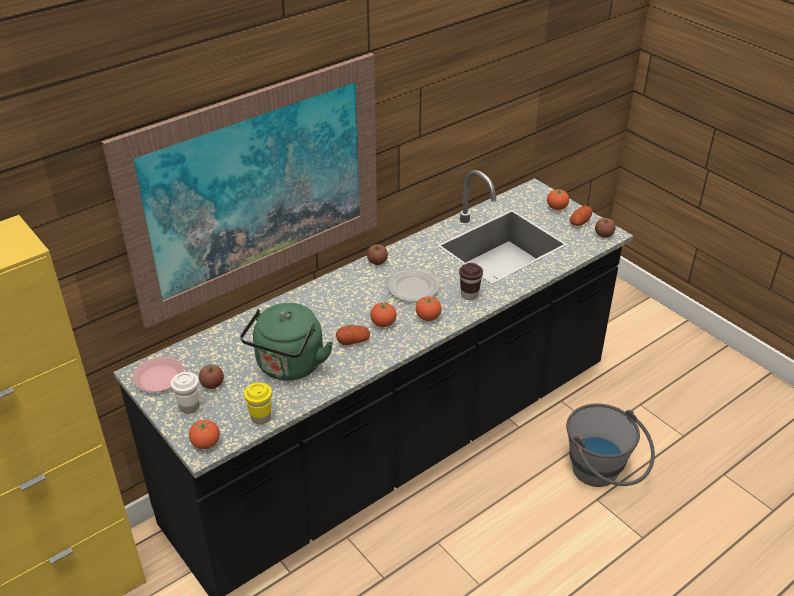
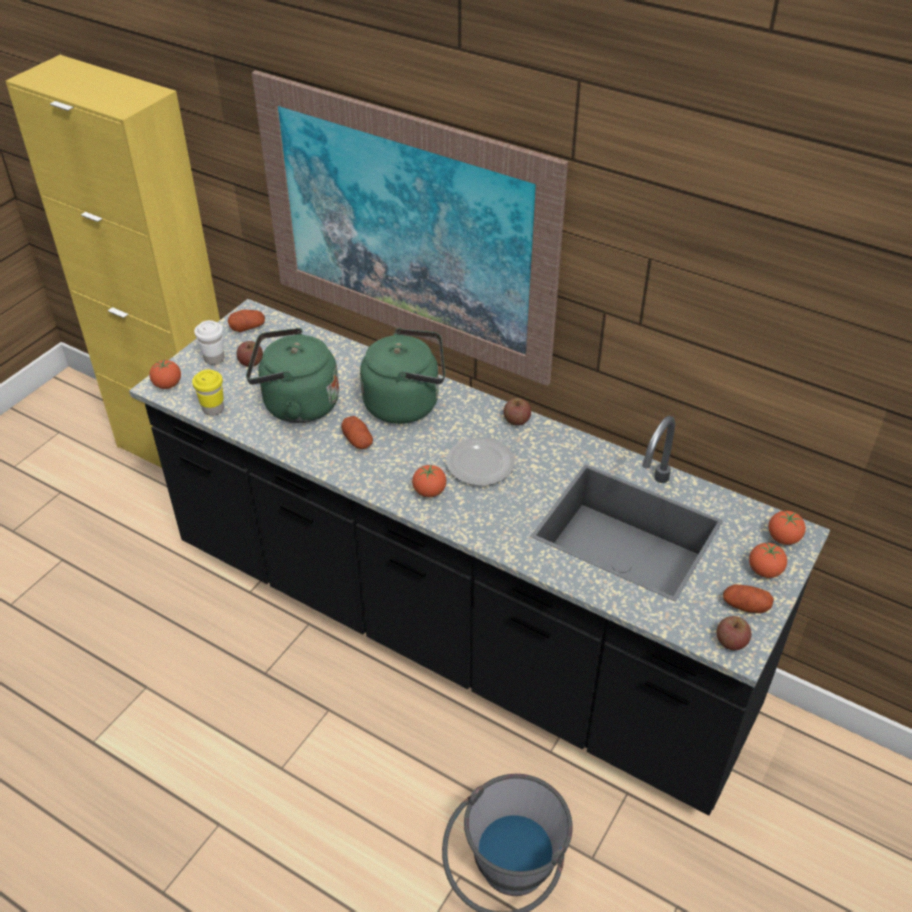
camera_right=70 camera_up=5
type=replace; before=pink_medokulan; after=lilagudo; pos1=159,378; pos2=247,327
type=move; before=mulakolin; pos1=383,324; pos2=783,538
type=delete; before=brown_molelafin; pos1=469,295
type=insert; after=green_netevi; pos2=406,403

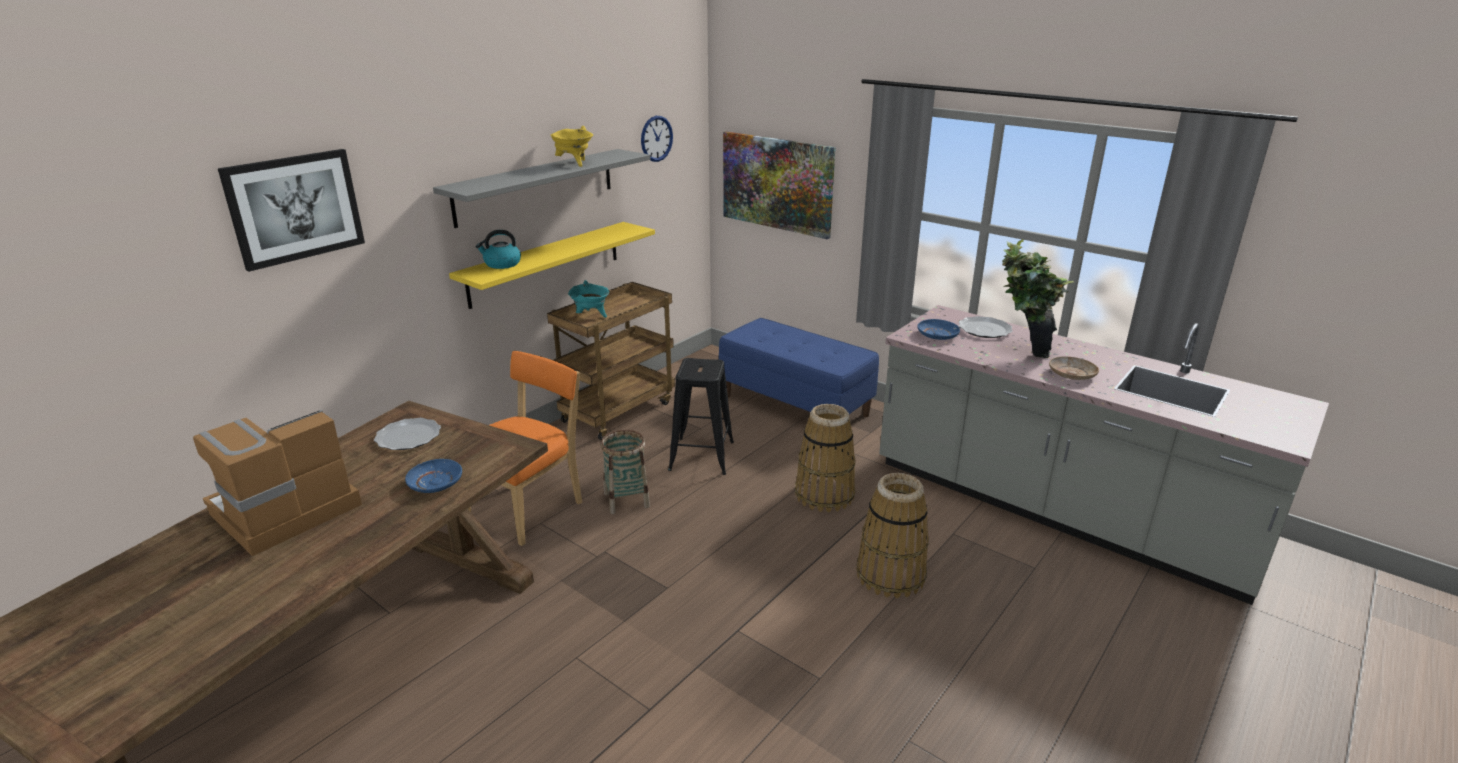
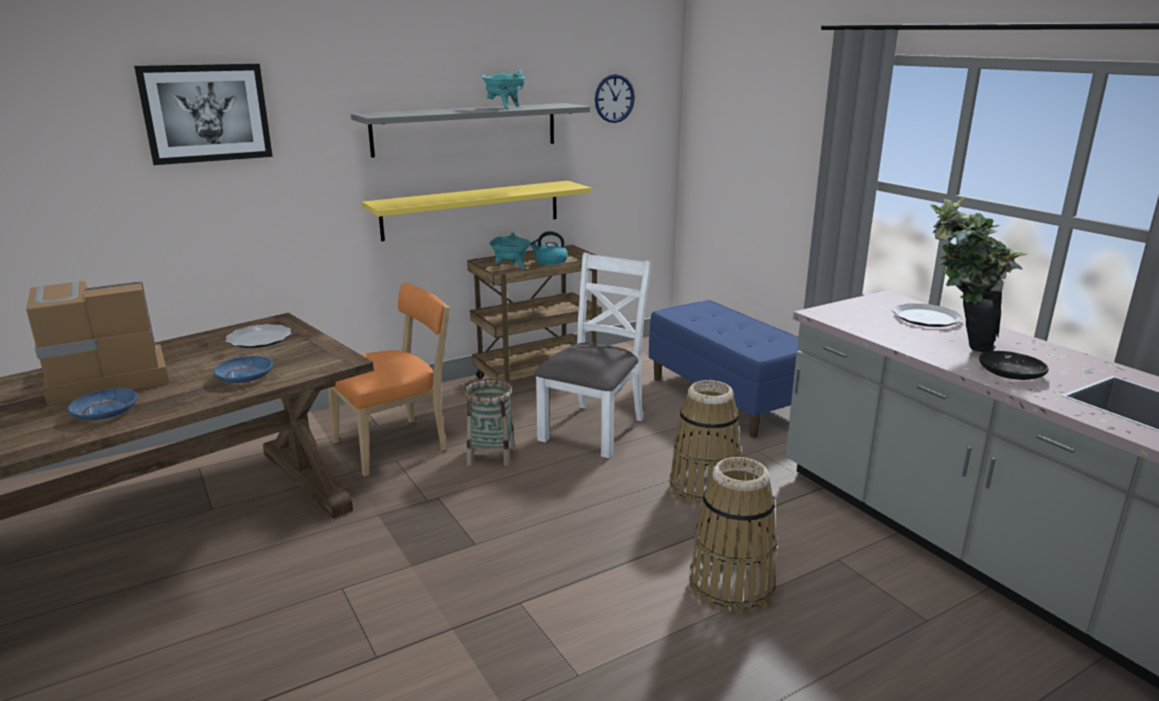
camera_right=20 camera_up=-5
type=move; before=netevi; pos1=502,264; pos2=550,262
type=recolor; before=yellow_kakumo; after=turquoise_kakumo; pos1=574,164; pos2=504,108
type=replace; before=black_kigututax; after=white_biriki; pos1=701,456; pos2=594,429
type=delete; before=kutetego; pos1=777,183
type=move; before=blue_medokulan; pos1=937,335; pos2=105,412
type=recolor; before=beige_medokulan; after=black_medokulan; pos1=1071,374; pos2=1010,373

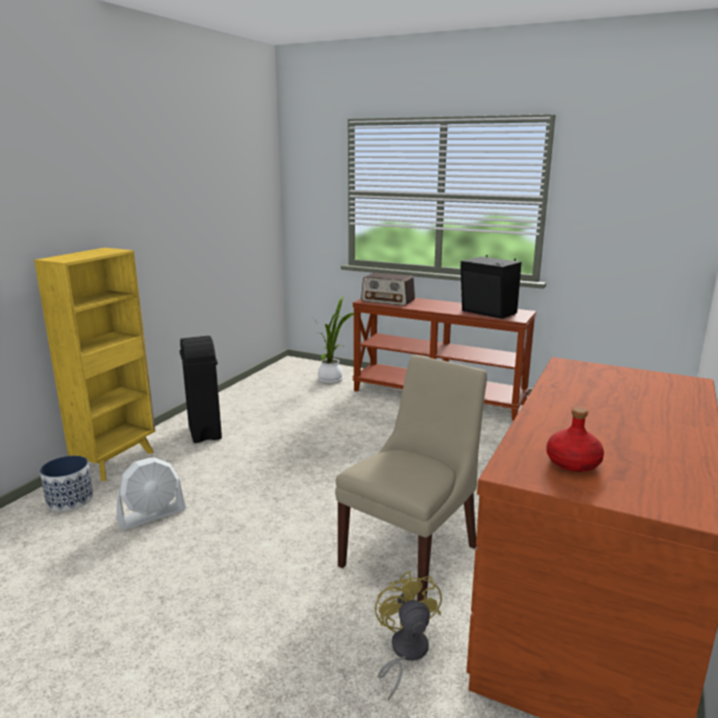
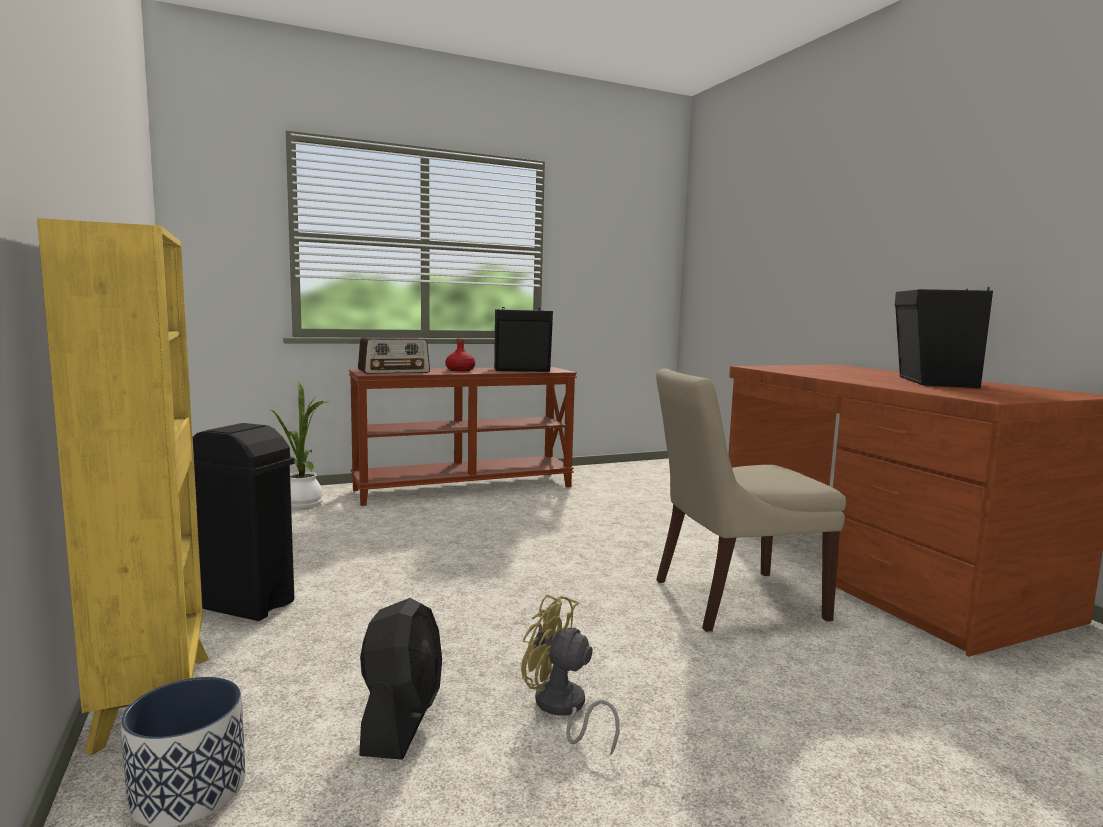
camera_right=-50 camera_up=-10
type=recolor; before=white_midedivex; after=black_midedivex; pos1=152,515; pos2=402,720
type=rotate; before=beige_biriki; pos1=412,553; pos2=732,600; turn=-90
type=move; before=yellow_midedivex; pos1=404,653; pos2=562,709
type=move; before=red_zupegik; pos1=572,462; pos2=460,370
type=insert; after=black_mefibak; pos2=932,382

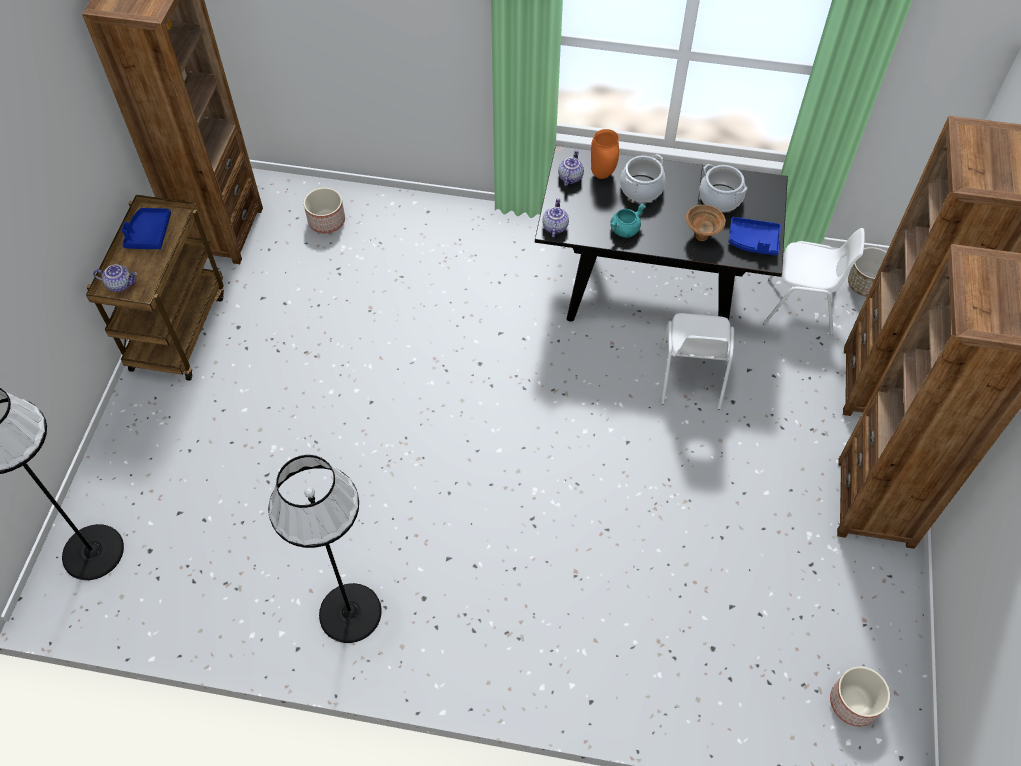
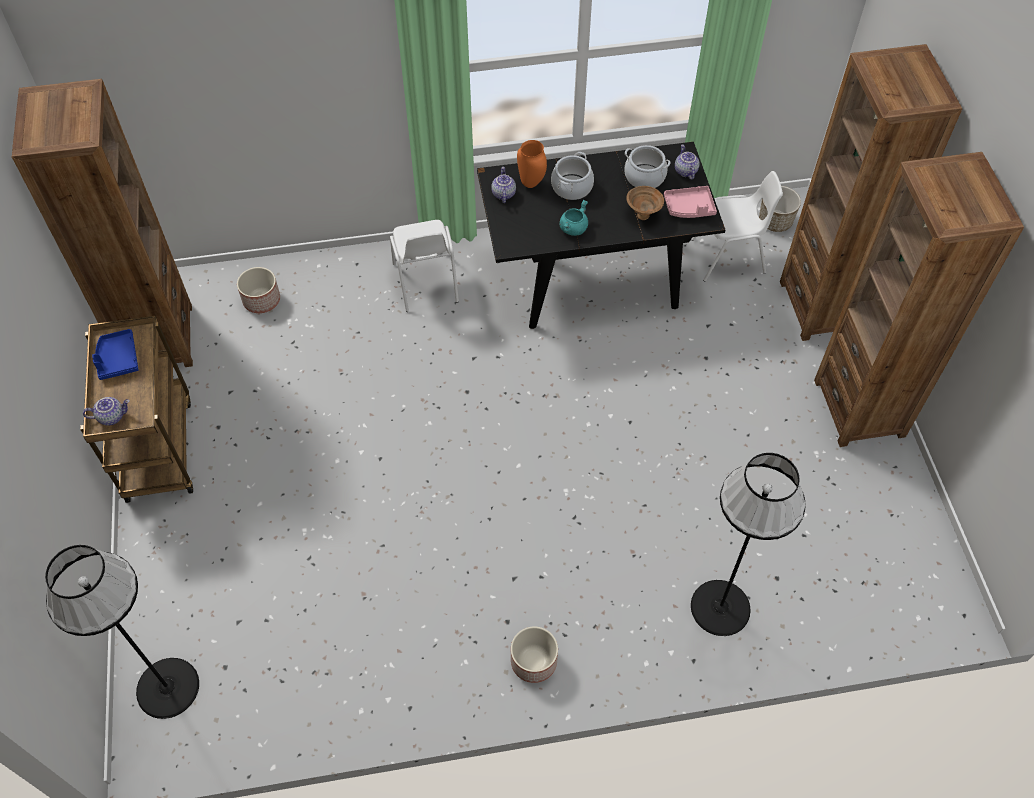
camera_right=-20 camera_up=0
type=move; before=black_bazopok; pos1=349,612; pos2=720,607
type=move; before=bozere; pos1=554,227; pos2=685,171
type=move; before=white_biriki; pos1=690,378; pos2=426,283
type=recolor; before=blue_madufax; after=pink_madufax; pos1=753,241; pos2=689,208
type=move; before=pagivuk; pos1=854,703; pos2=534,662

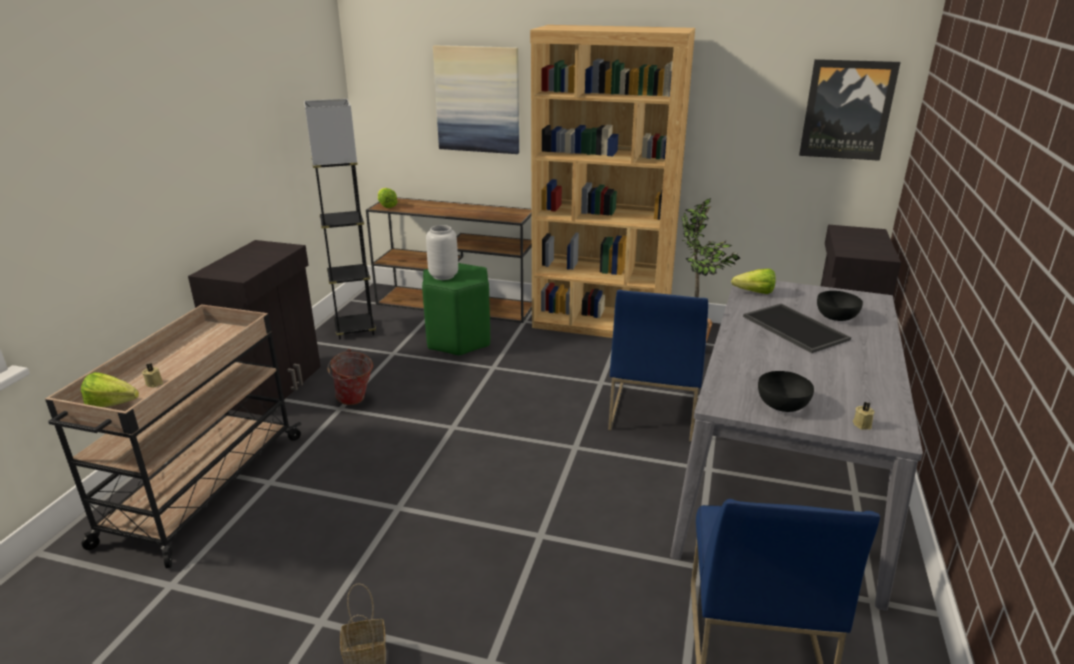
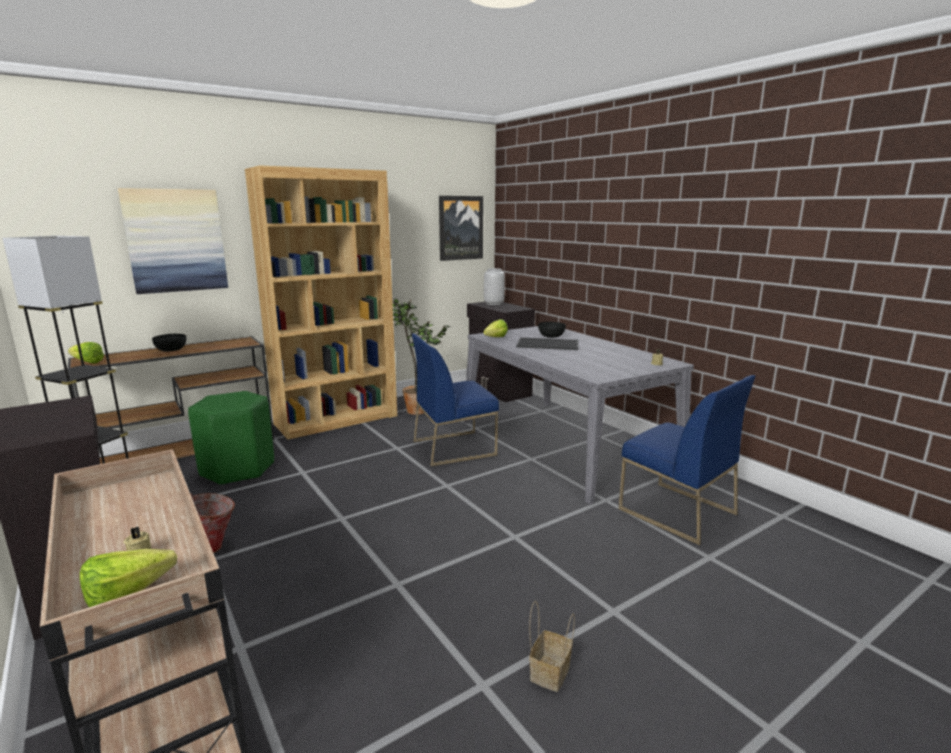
camera_right=-50 camera_up=-10
type=move; before=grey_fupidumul; pos1=443,276; pos2=493,304
type=rotate; before=blue_biriki; pos1=653,411; pos2=454,447; turn=105
type=move; before=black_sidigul; pos1=781,404; pos2=170,350

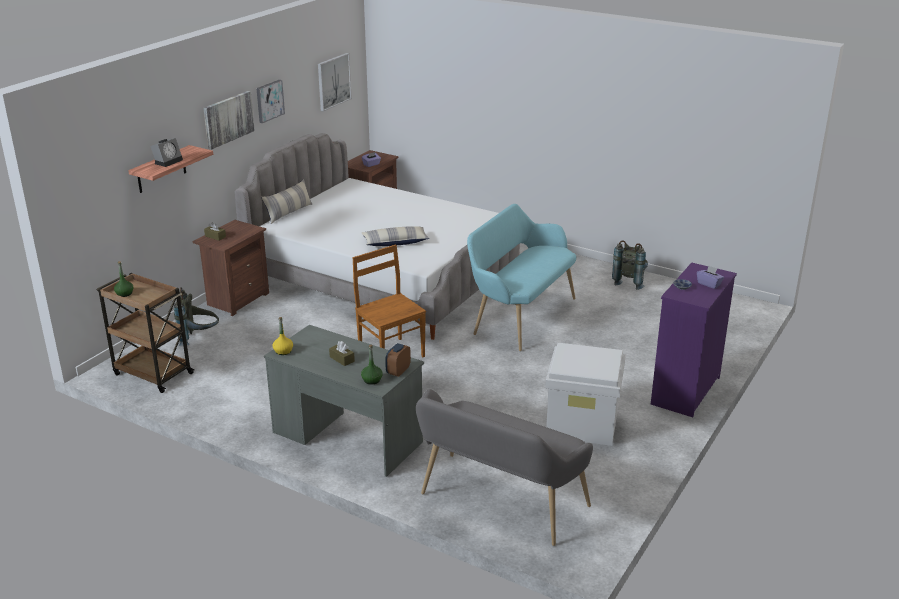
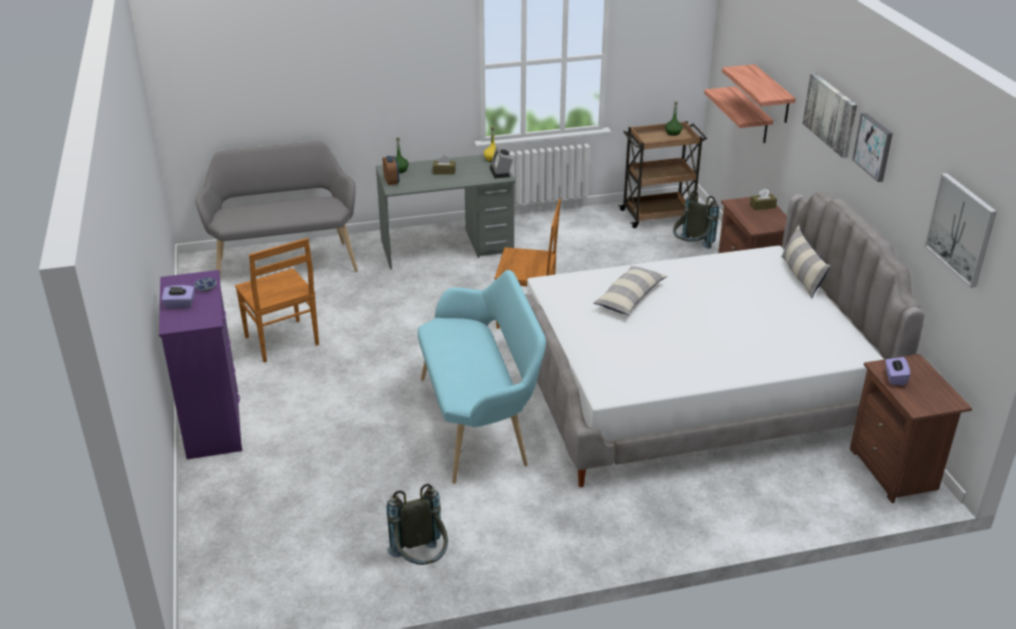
camera_right=135 camera_up=5
type=move; before=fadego; pos1=168,161; pos2=501,172
type=replace; before=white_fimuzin; after=brown_biriki; pos1=583,424; pos2=282,342
type=insert; after=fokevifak; pos2=752,116

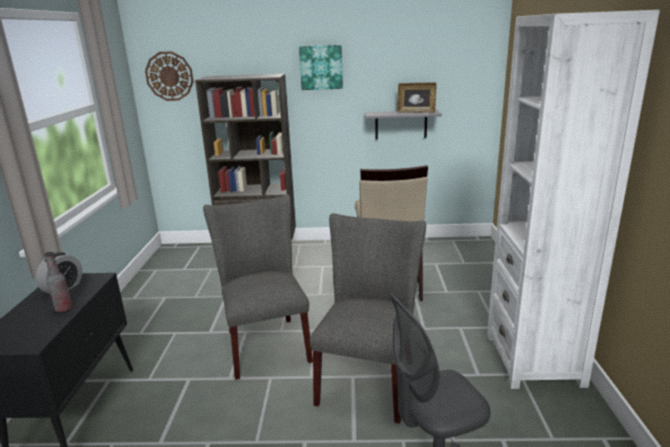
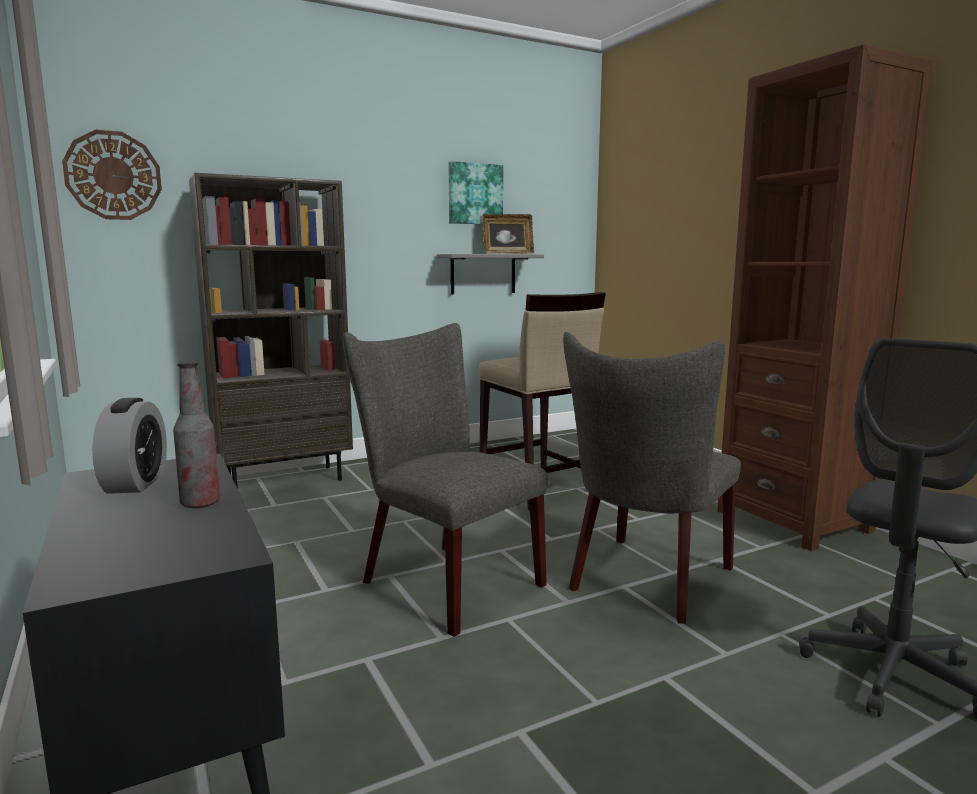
camera_right=-30 camera_up=-10
type=move; before=kutetego; pos1=321,67; pos2=474,194
type=rotate; before=grey_biriki; pos1=369,377; pos2=646,582; turn=-135
type=recolor; before=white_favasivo; after=brown_favasivo; pos1=533,359; pos2=793,521

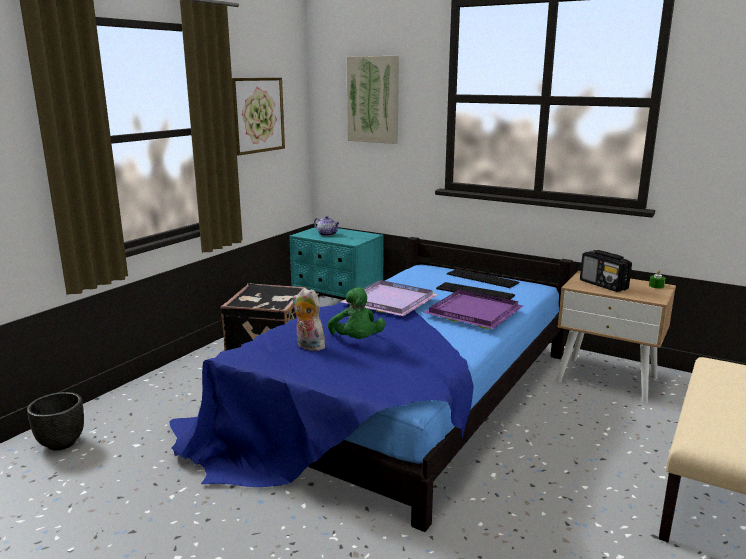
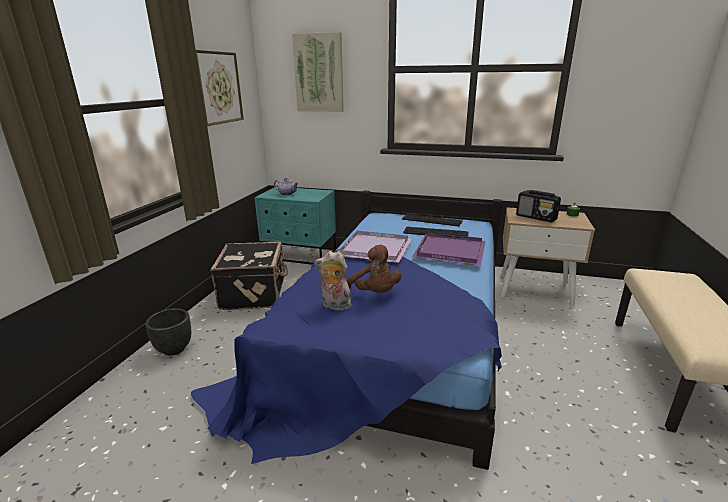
camera_right=-15 camera_up=5
type=move; before=black_pagivuk; pos1=62,443; pos2=174,349
type=recolor; before=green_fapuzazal; after=brown_fapuzazal; pos1=356,341; pos2=375,293

